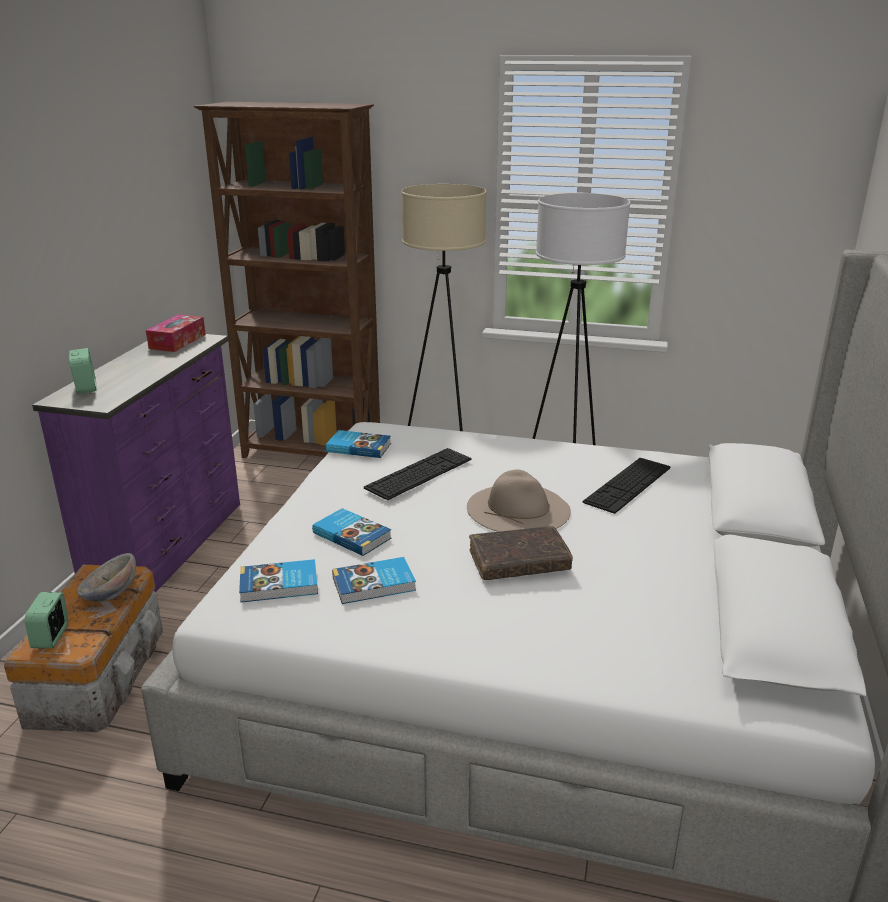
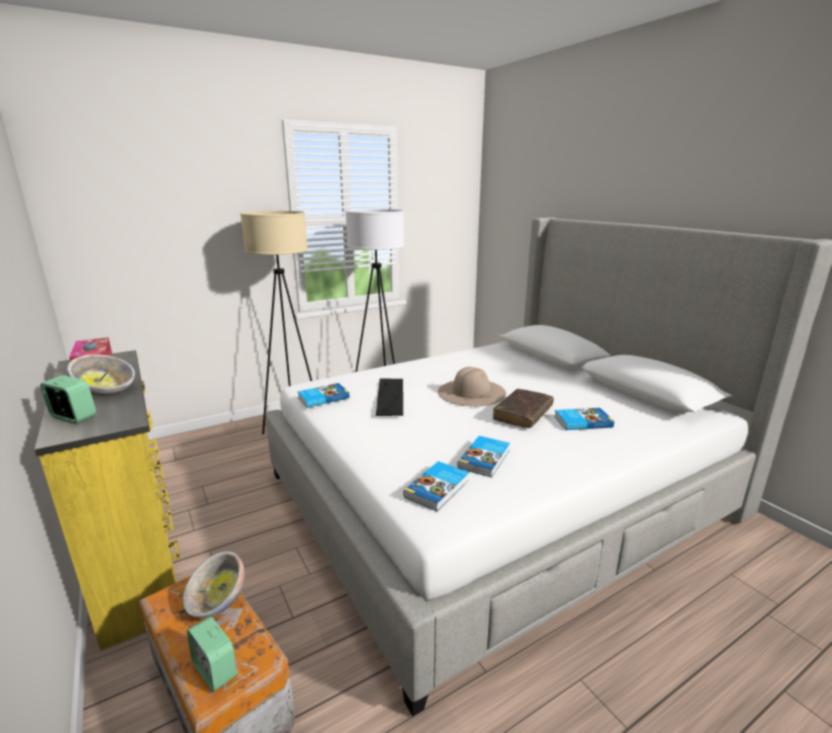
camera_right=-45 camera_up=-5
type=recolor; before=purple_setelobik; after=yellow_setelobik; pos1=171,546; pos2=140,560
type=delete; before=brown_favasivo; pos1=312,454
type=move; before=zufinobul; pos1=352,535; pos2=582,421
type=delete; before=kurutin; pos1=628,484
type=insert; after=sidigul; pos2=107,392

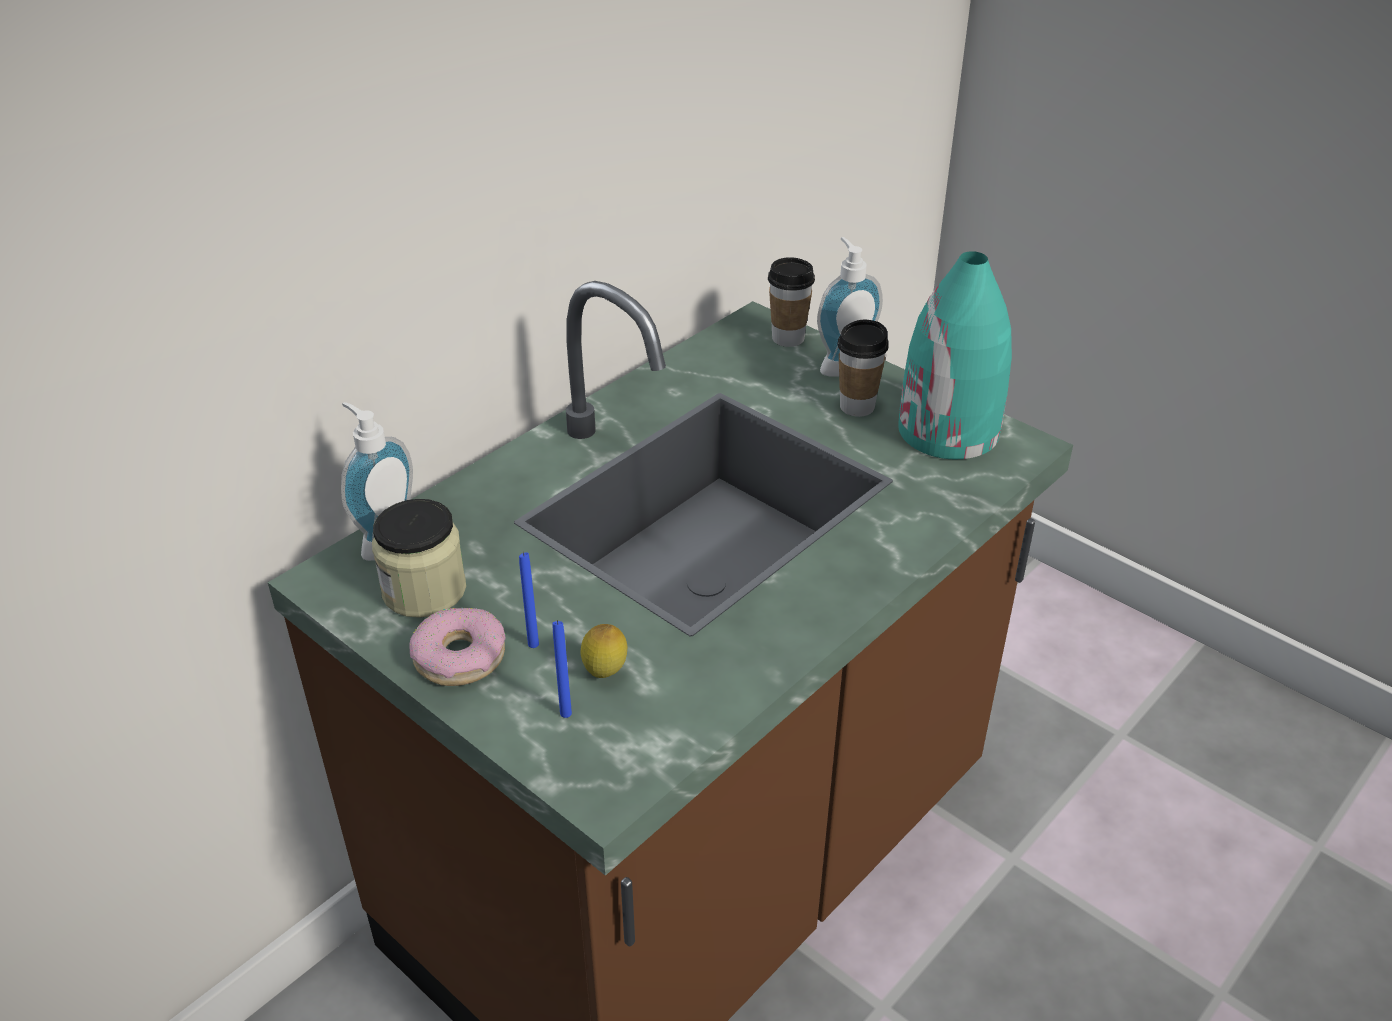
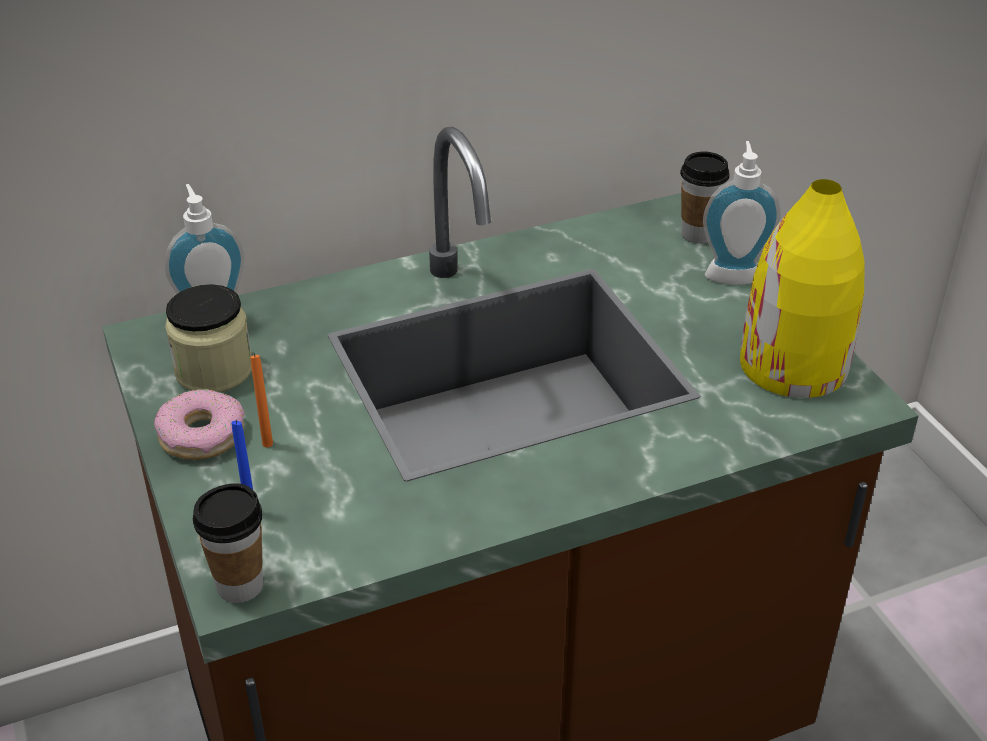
camera_right=25 camera_up=0
type=recolor; before=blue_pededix; after=orange_pededix; pos1=533,644; pos2=267,444
type=delete; before=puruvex; pos1=605,674
type=move; before=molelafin; pos1=857,406; pos2=240,586
type=recolor; before=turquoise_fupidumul; after=yellow_fupidumul; pos1=948,431; pos2=793,365

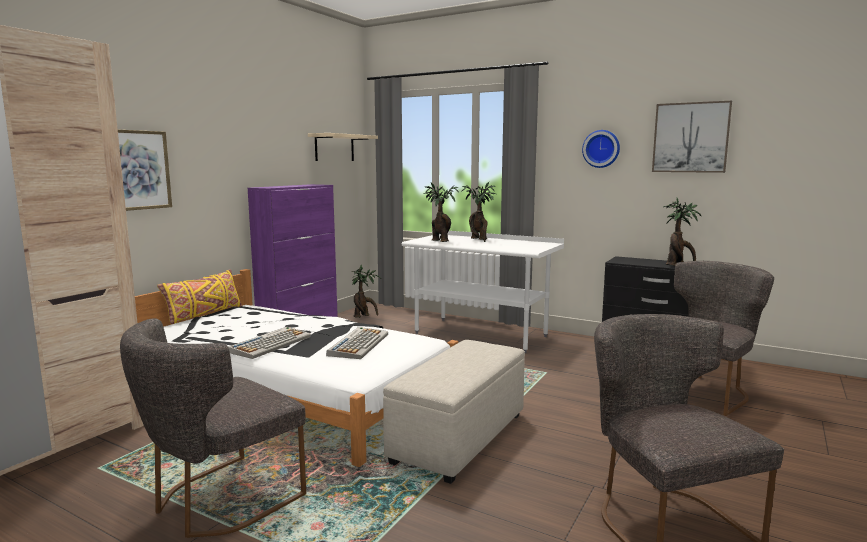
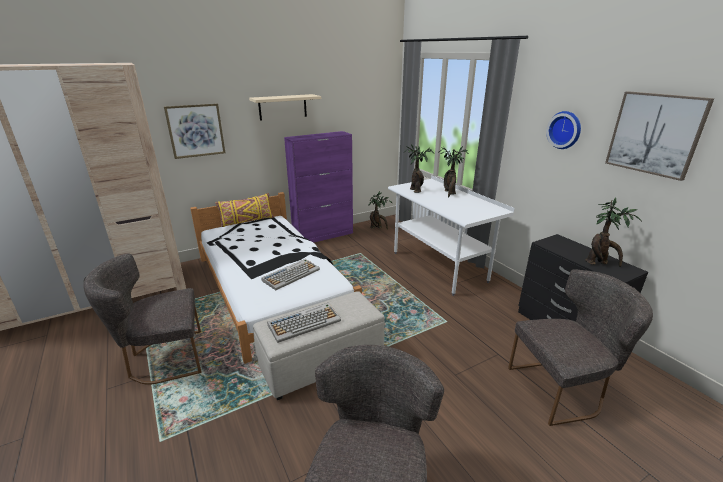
camera_right=30 camera_up=15
type=move; before=kurutin; pos1=270,344; pos2=305,322
type=move; before=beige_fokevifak; pos1=334,147; pos2=282,107

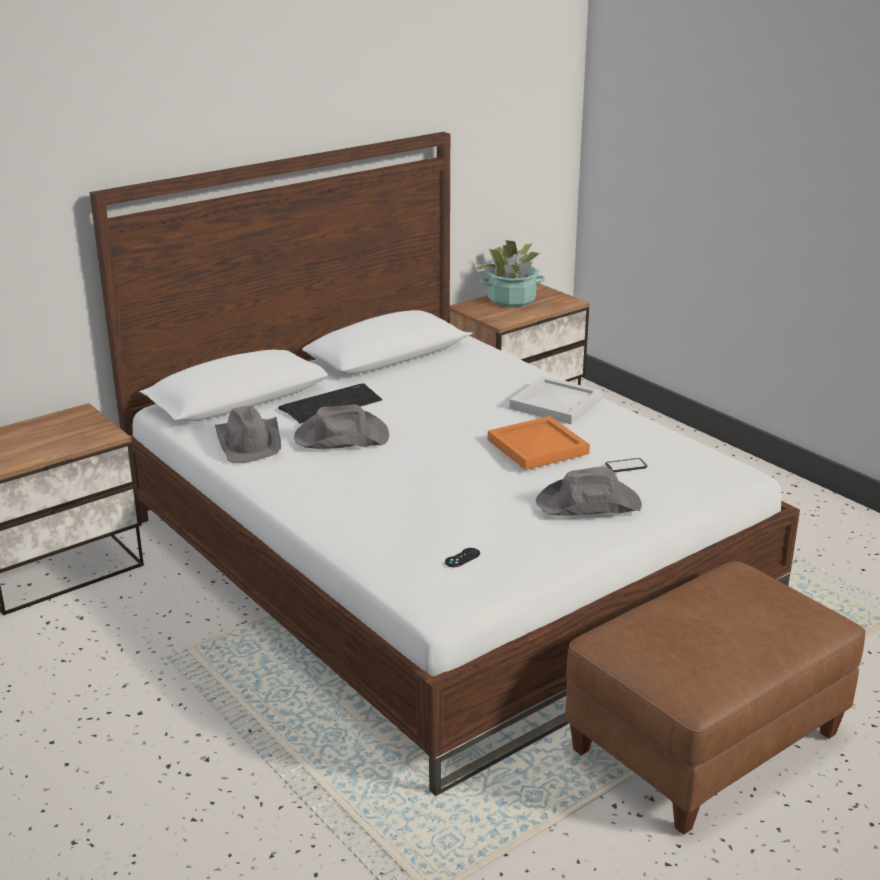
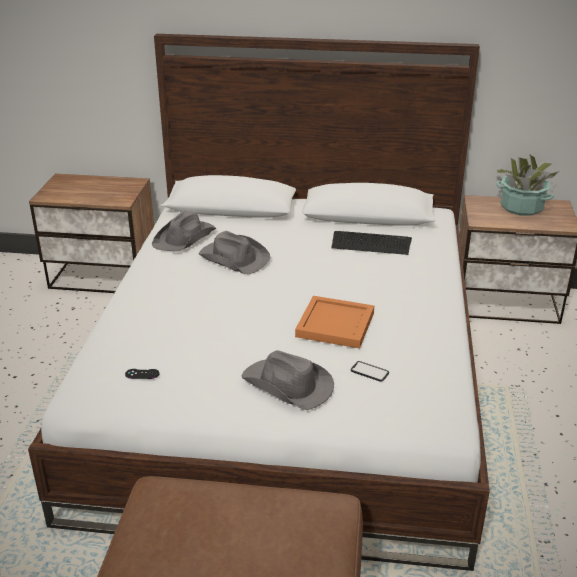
camera_right=45 camera_up=5
type=move; before=kurutin; pos1=331,405; pos2=371,244
type=delete; before=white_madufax; pos1=555,403

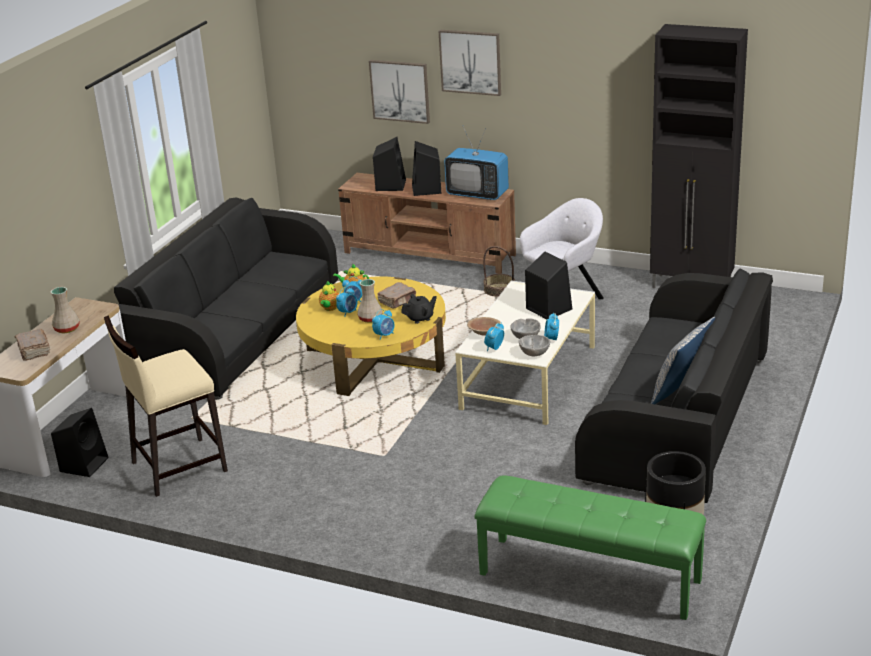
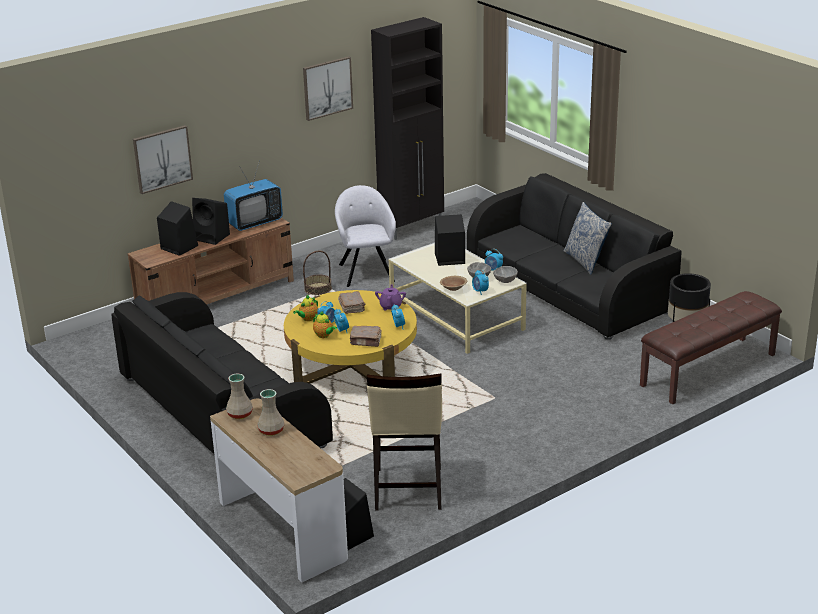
camera_right=-60 camera_up=0
type=move; before=brown_zufinobul; pos1=34,351; pos2=366,341
type=move; before=beige_fupidumul; pos1=369,319; pos2=239,414
type=recolor; before=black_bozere; after=purple_bozere; pos1=420,318; pos2=391,306
type=move; before=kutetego; pos1=470,62; pos2=327,88
type=recolor; before=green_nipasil; after=brown_nipasil; pos1=588,577; pos2=708,370

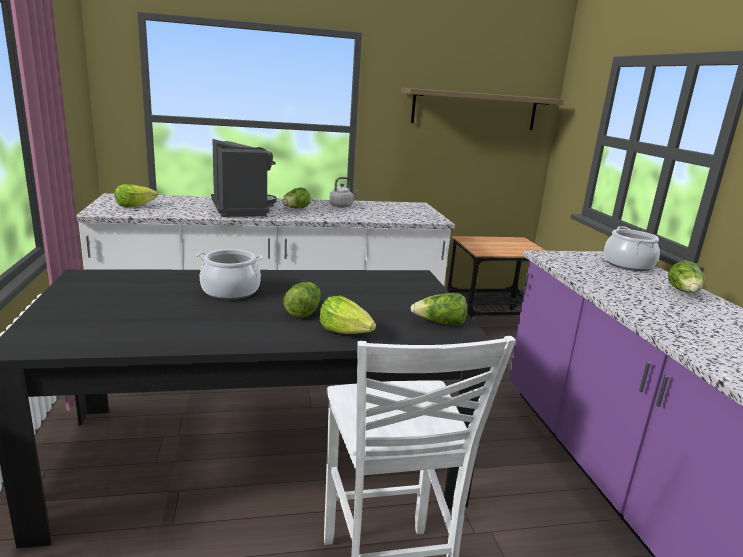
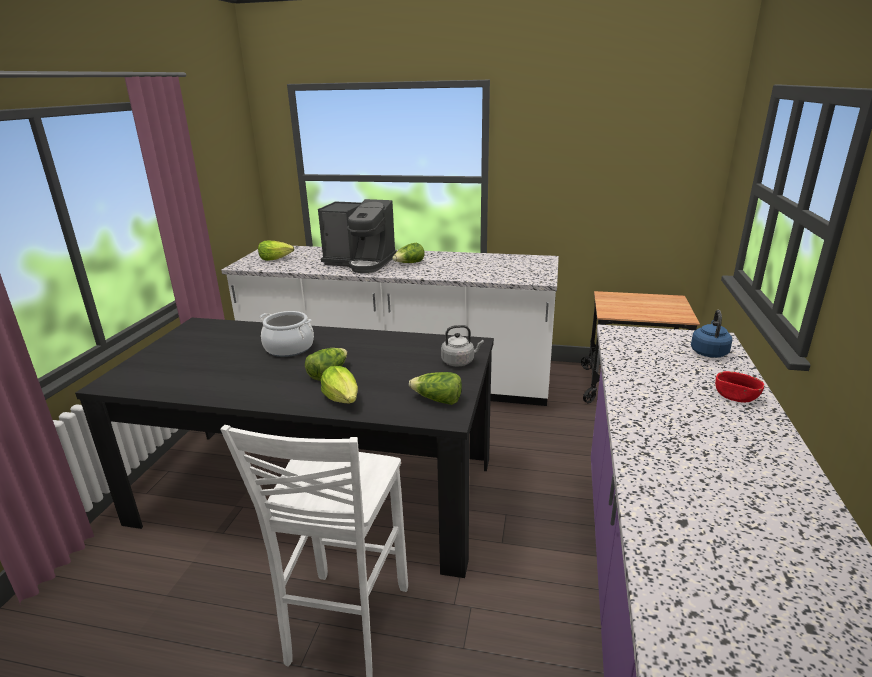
camera_right=25 camera_up=5
type=rotate; before=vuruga; pos1=242,209; pos2=360,263; turn=105
type=move; before=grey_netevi; pos1=342,206; pos2=459,362
type=delete; before=fokevifak; pos1=474,110
type=replace; before=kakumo; after=blue_netevi; pos1=627,265; pos2=709,352
type=replace; before=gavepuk; after=red_sidigul; pos1=684,292; pos2=736,397

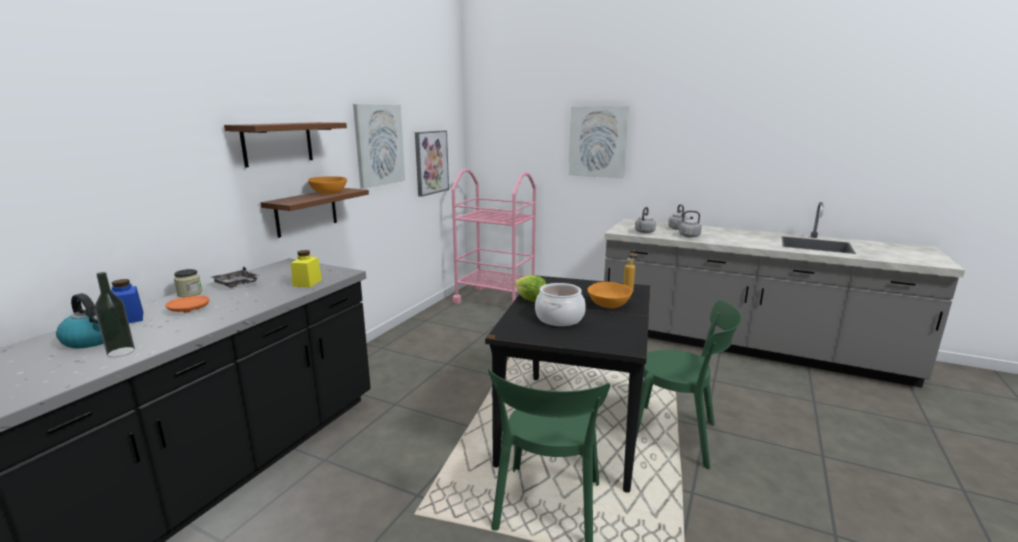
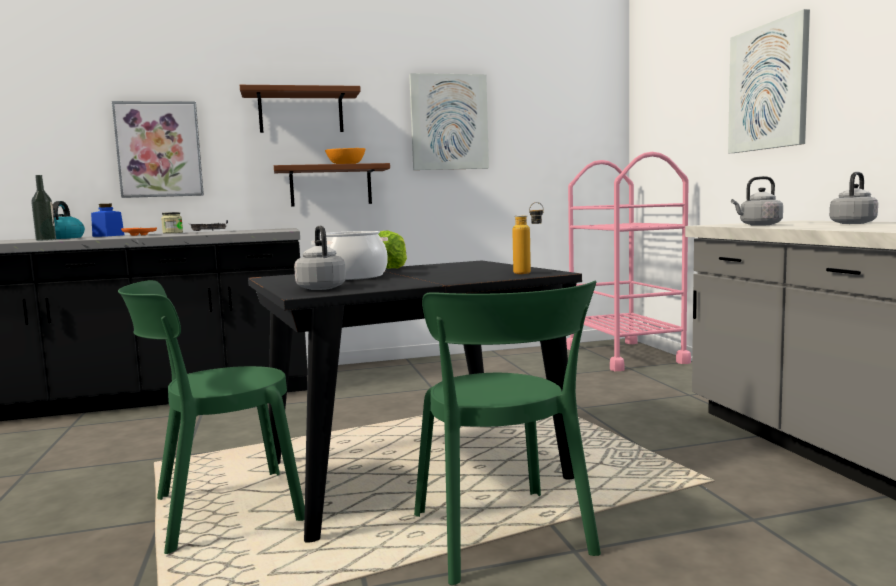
camera_right=50 camera_up=-10
type=delete; before=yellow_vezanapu; pos1=307,283
type=move; before=kutetego; pos1=431,162; pos2=159,149
type=delete; before=orange_sidigul; pos1=609,305
type=move; before=grey_netevi; pos1=687,236; pos2=320,288

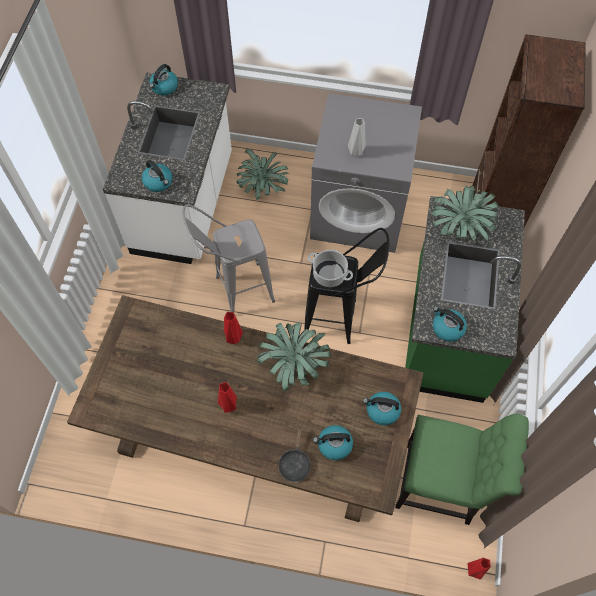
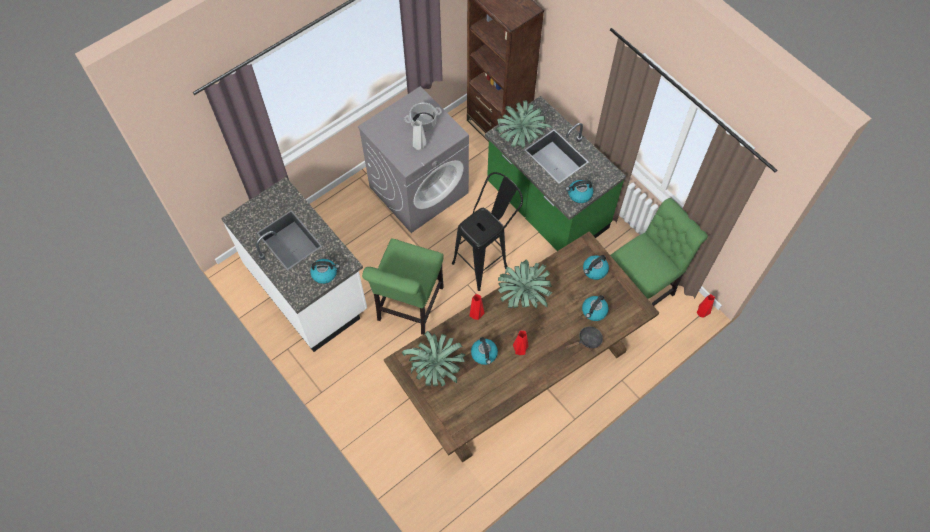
camera_right=-50 camera_up=0
type=move; before=netevi; pos1=164,87; pos2=484,354
type=replace; before=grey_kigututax; after=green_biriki; pos1=235,292; pos2=408,307
type=move; before=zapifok; pos1=263,186; pos2=436,367
type=rotate; before=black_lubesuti; pos1=295,463; pos2=587,340; turn=-75
type=move; before=kakumo; pos1=330,274; pos2=423,122

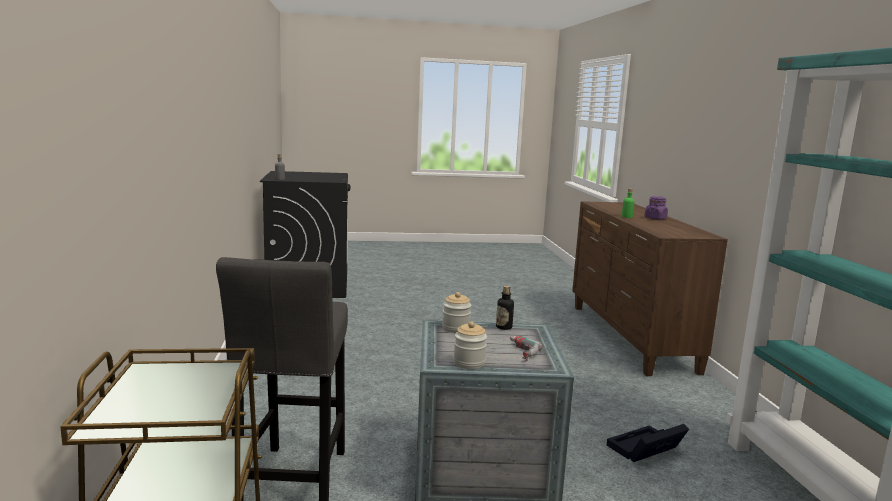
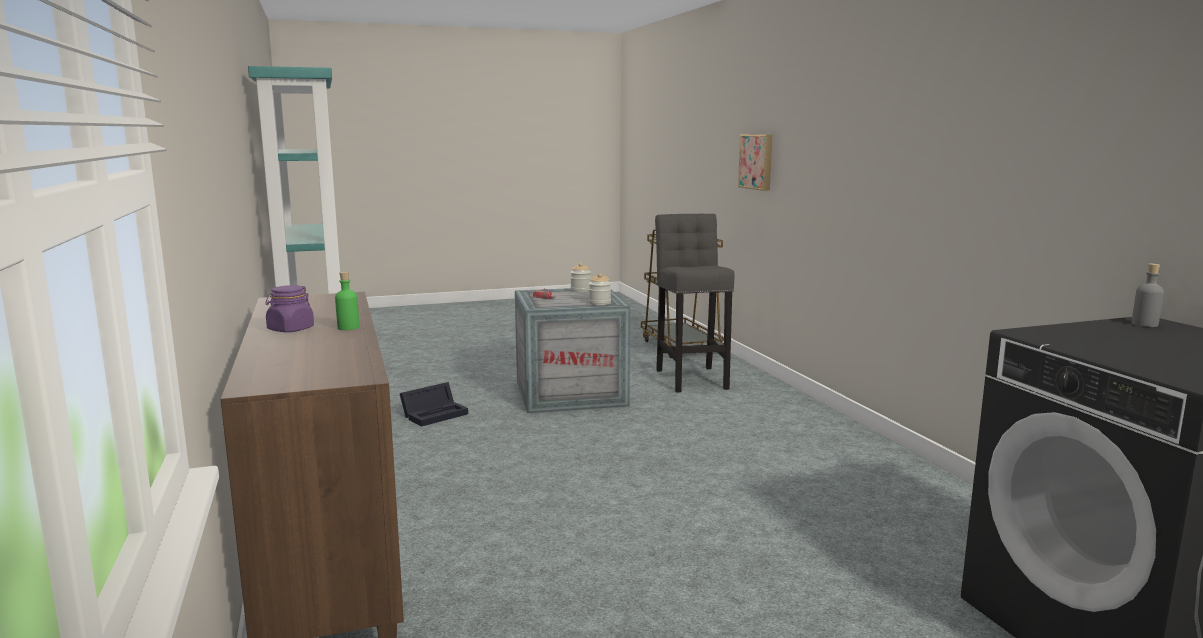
camera_right=170 camera_up=0
type=delete; before=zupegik; pos1=504,327
type=insert; after=kutetego; pos2=757,161

